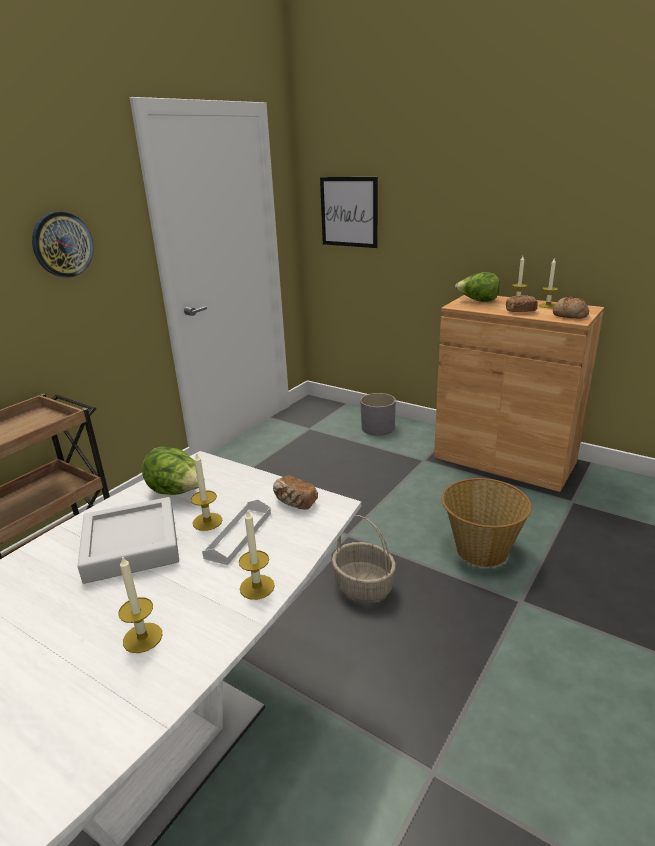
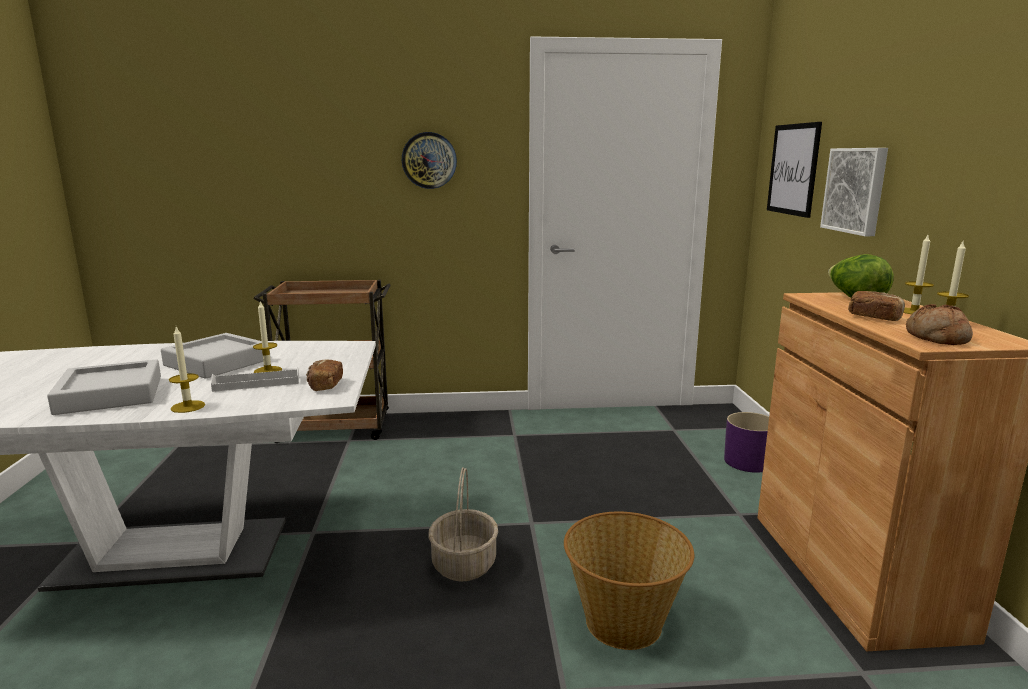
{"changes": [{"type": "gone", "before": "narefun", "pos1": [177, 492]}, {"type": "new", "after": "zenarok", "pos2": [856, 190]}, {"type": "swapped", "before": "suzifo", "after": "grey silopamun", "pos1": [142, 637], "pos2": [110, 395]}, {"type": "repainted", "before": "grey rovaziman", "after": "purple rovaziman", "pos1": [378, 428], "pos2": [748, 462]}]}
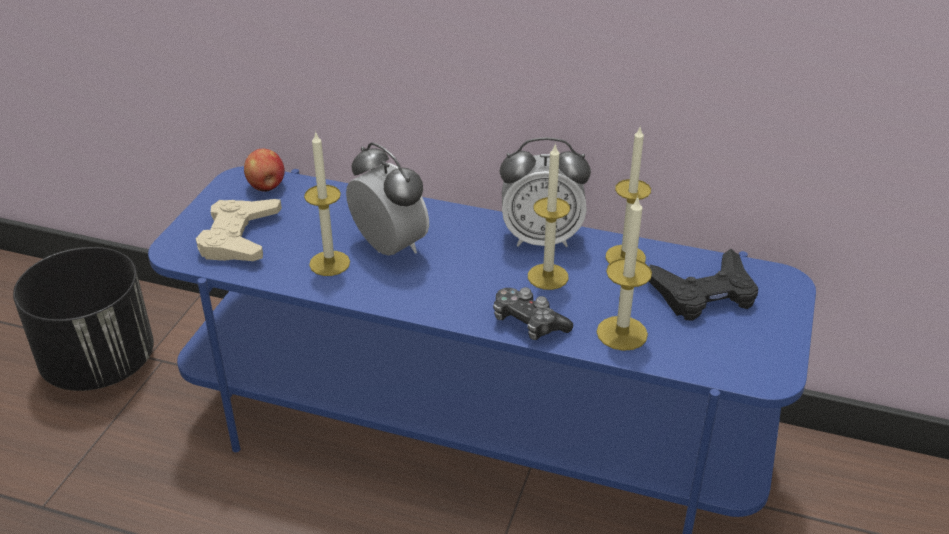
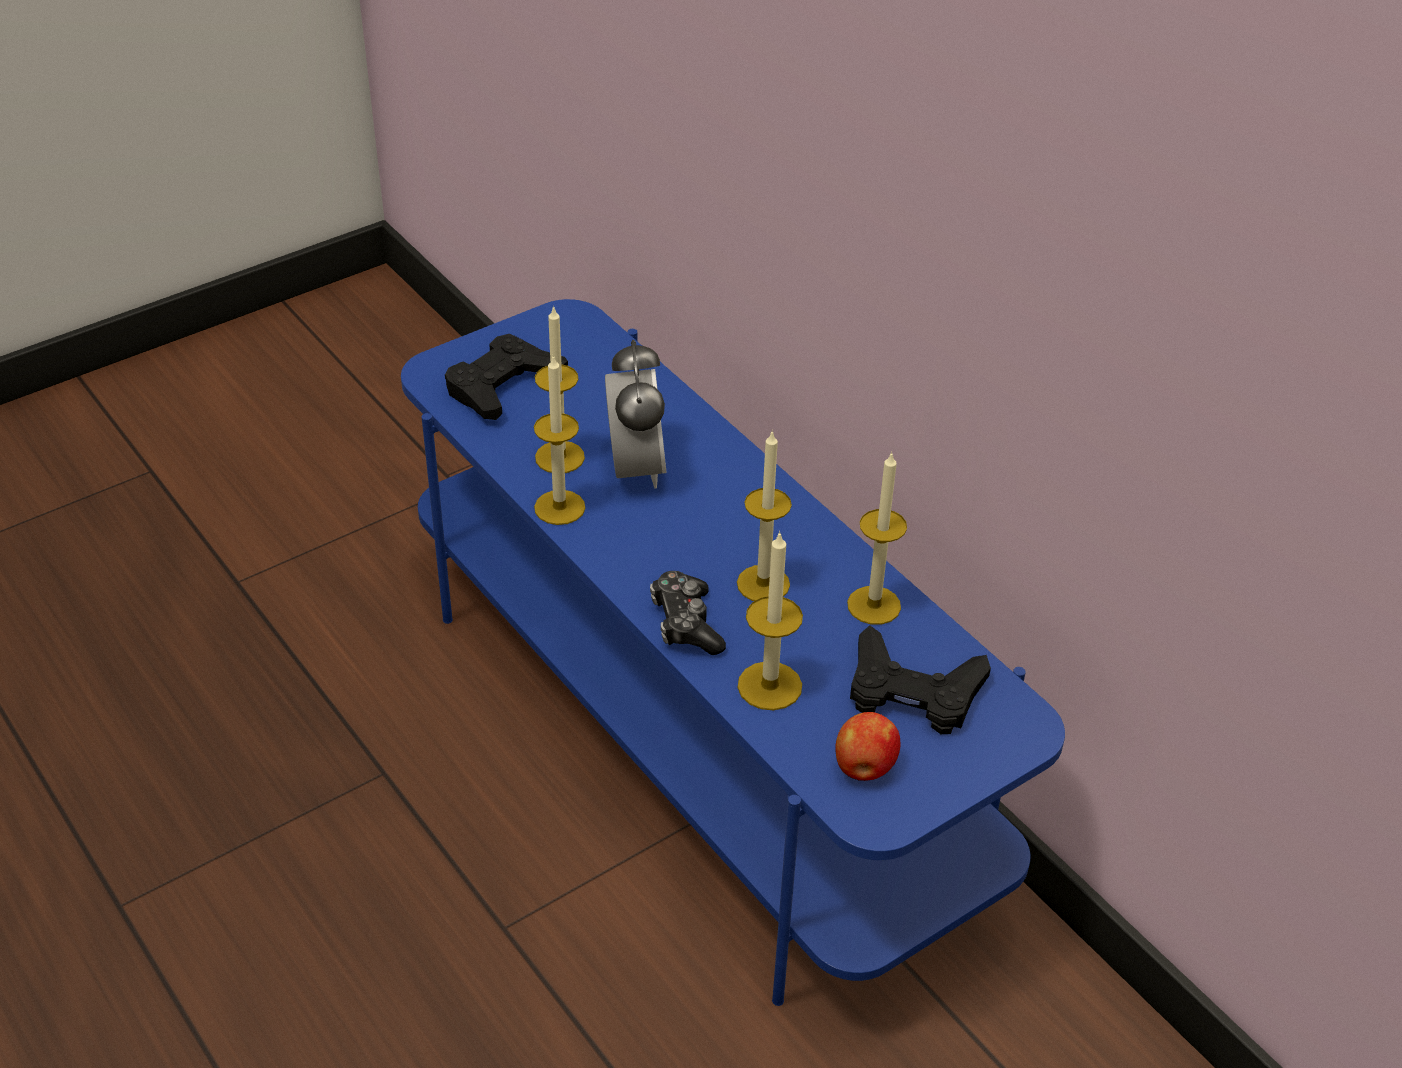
{"changes": [{"type": "gone", "before": "black rovaziman", "pos1": [100, 363]}, {"type": "gone", "before": "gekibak", "pos1": [541, 238]}, {"type": "new", "after": "suzifo", "pos2": [559, 507]}, {"type": "shifted", "before": "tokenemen", "pos1": [266, 187], "pos2": [864, 768]}, {"type": "repainted", "before": "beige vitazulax", "after": "black vitazulax", "pos1": [239, 237], "pos2": [503, 385]}]}
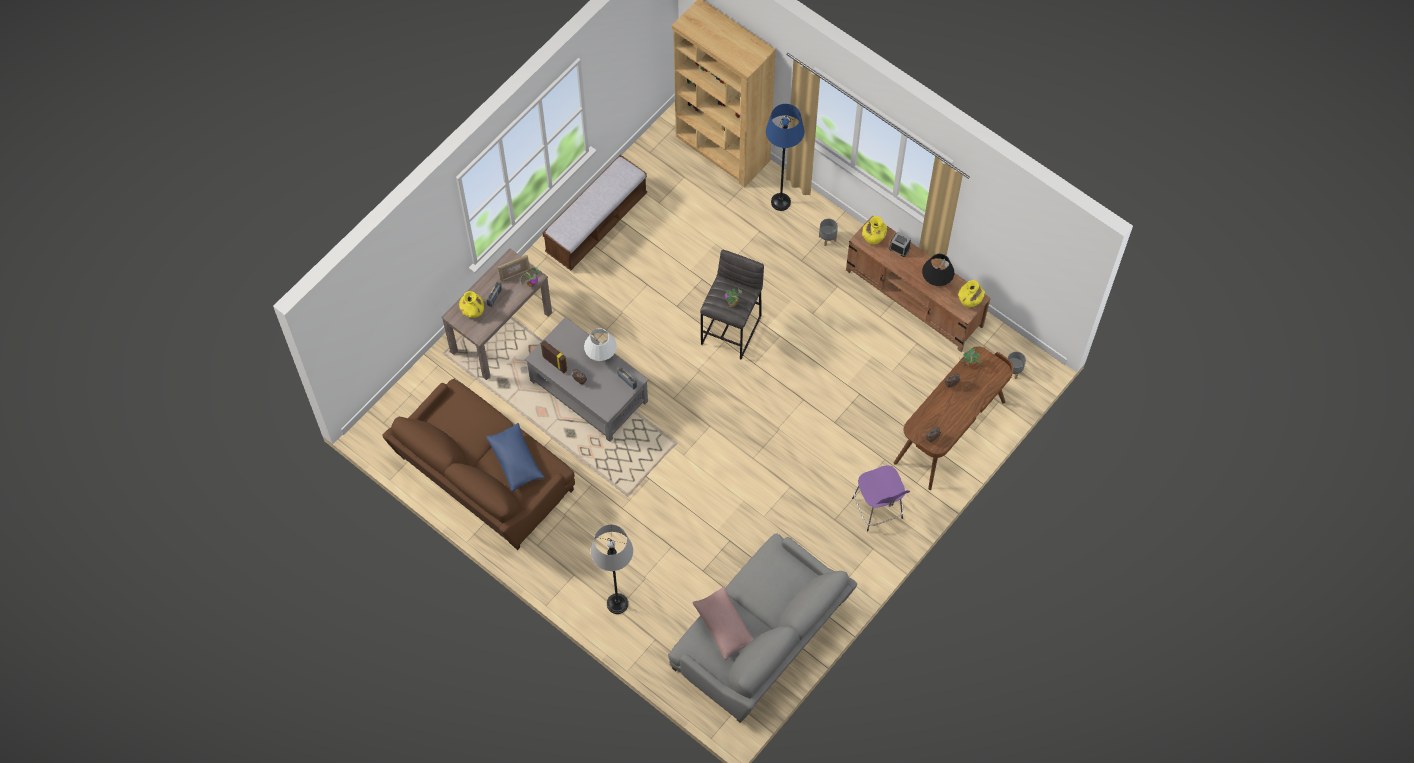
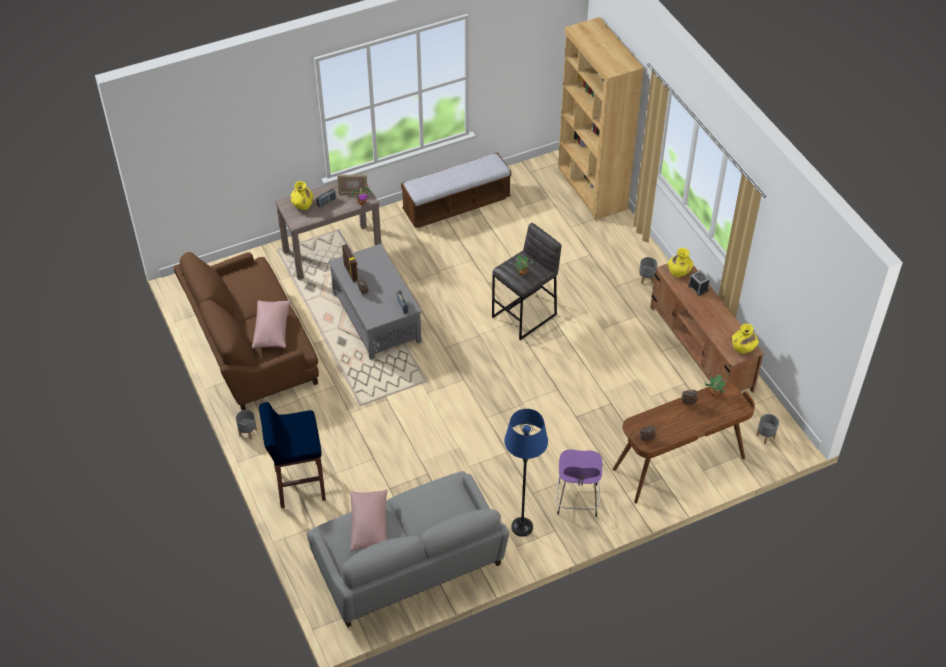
{"changes": [{"type": "gone", "before": "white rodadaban", "pos1": [601, 355]}, {"type": "gone", "before": "black rodadaban", "pos1": [936, 281]}, {"type": "new", "after": "grey rovaziman", "pos2": [247, 432]}, {"type": "shifted", "before": "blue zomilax", "pos1": [780, 202], "pos2": [522, 527]}, {"type": "swapped", "before": "grey zomilax", "after": "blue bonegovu", "pos1": [617, 604], "pos2": [299, 485]}, {"type": "repainted", "before": "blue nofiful", "after": "pink nofiful", "pos1": [516, 461], "pos2": [272, 330]}]}
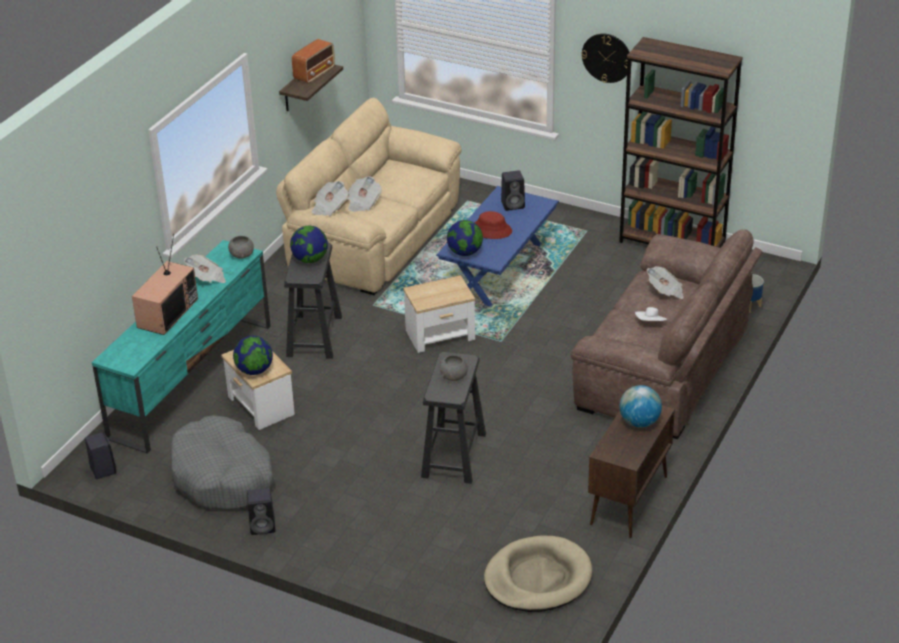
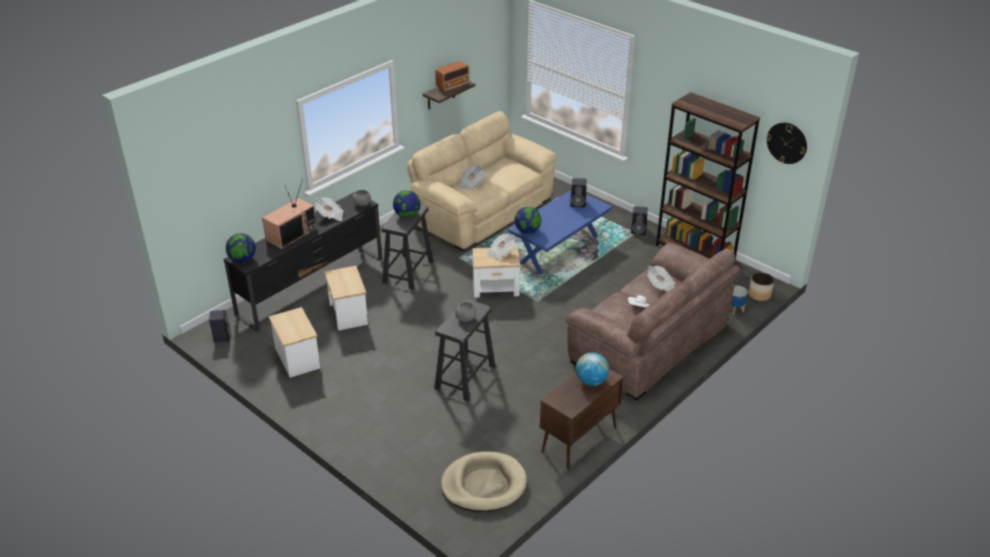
{"changes": [{"type": "gone", "before": "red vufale", "pos1": [491, 230]}, {"type": "new", "after": "rovaziman", "pos2": [759, 295]}, {"type": "shifted", "before": "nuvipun", "pos1": [254, 370], "pos2": [242, 259]}, {"type": "shifted", "before": "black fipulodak", "pos1": [263, 526], "pos2": [639, 230]}, {"type": "shifted", "before": "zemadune", "pos1": [329, 208], "pos2": [500, 253]}, {"type": "shifted", "before": "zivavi", "pos1": [607, 57], "pos2": [787, 142]}, {"type": "swapped", "before": "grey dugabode", "after": "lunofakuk", "pos1": [223, 476], "pos2": [298, 358]}, {"type": "repainted", "before": "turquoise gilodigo", "after": "black gilodigo", "pos1": [192, 380], "pos2": [312, 286]}]}
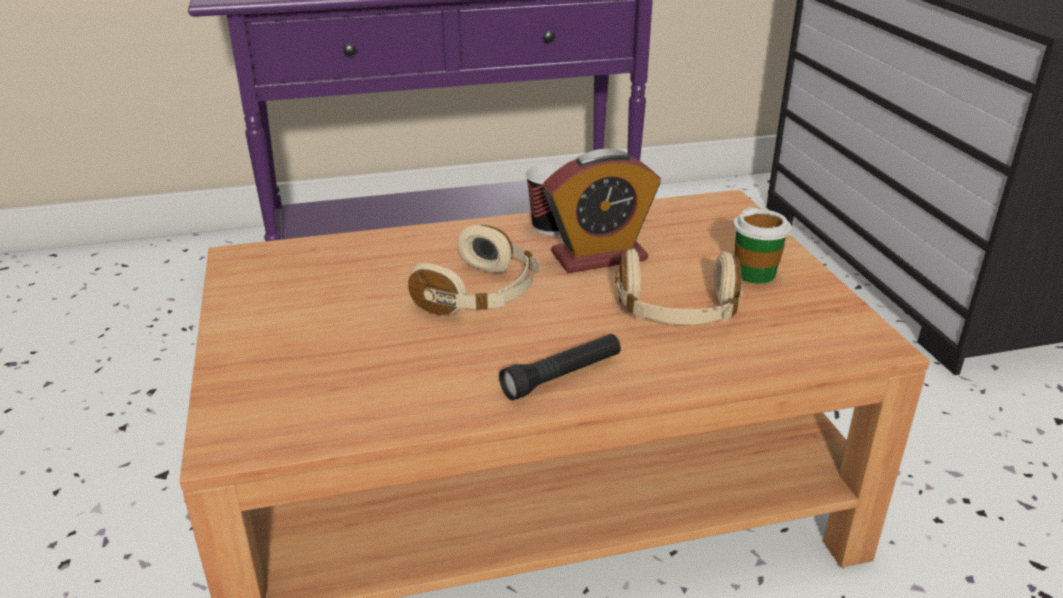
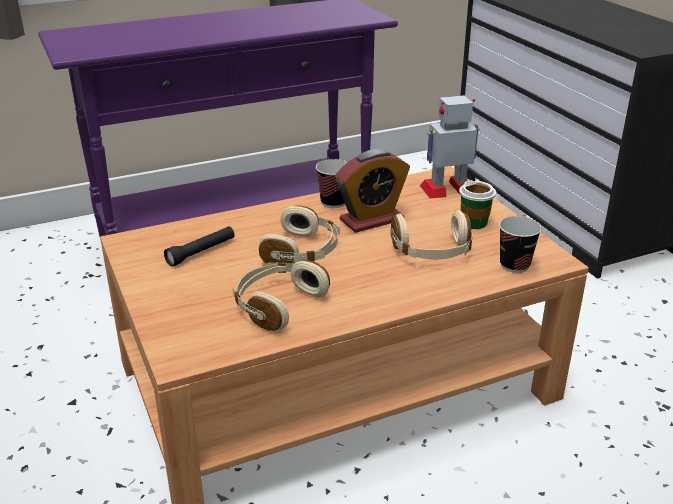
{"changes": [{"type": "new", "after": "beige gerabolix", "pos2": [277, 304]}, {"type": "new", "after": "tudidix", "pos2": [448, 189]}, {"type": "new", "after": "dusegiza", "pos2": [514, 265]}, {"type": "shifted", "before": "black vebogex", "pos1": [562, 376], "pos2": [201, 252]}]}
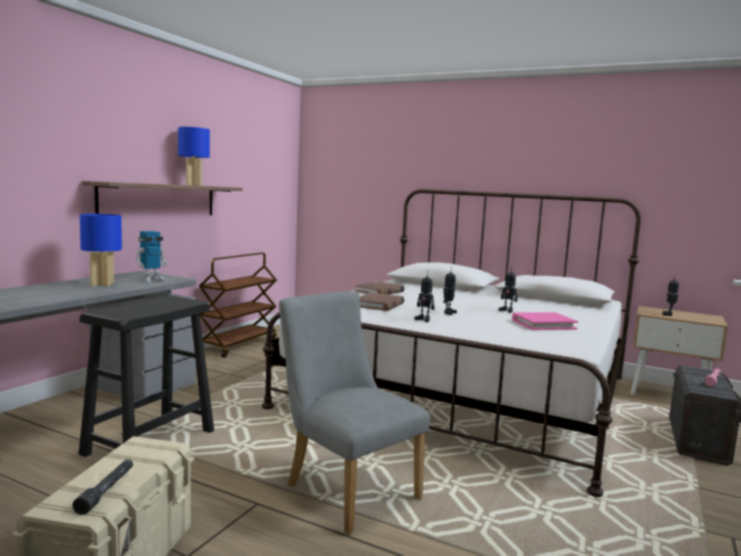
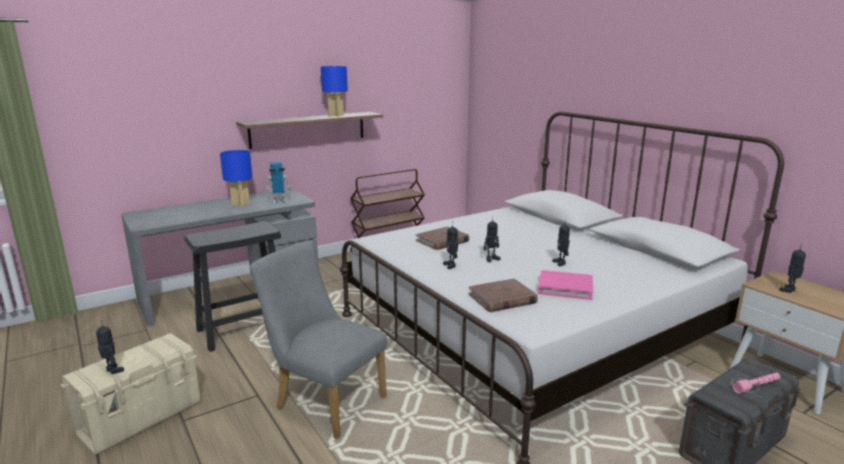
{"changes": [{"type": "shifted", "before": "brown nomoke", "pos1": [380, 291], "pos2": [502, 298]}, {"type": "swapped", "before": "grey vebogex", "after": "tudidix", "pos1": [106, 491], "pos2": [112, 371]}, {"type": "rotated", "before": "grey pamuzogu", "pos1": [345, 489], "pos2": [325, 401], "turn": -45}]}
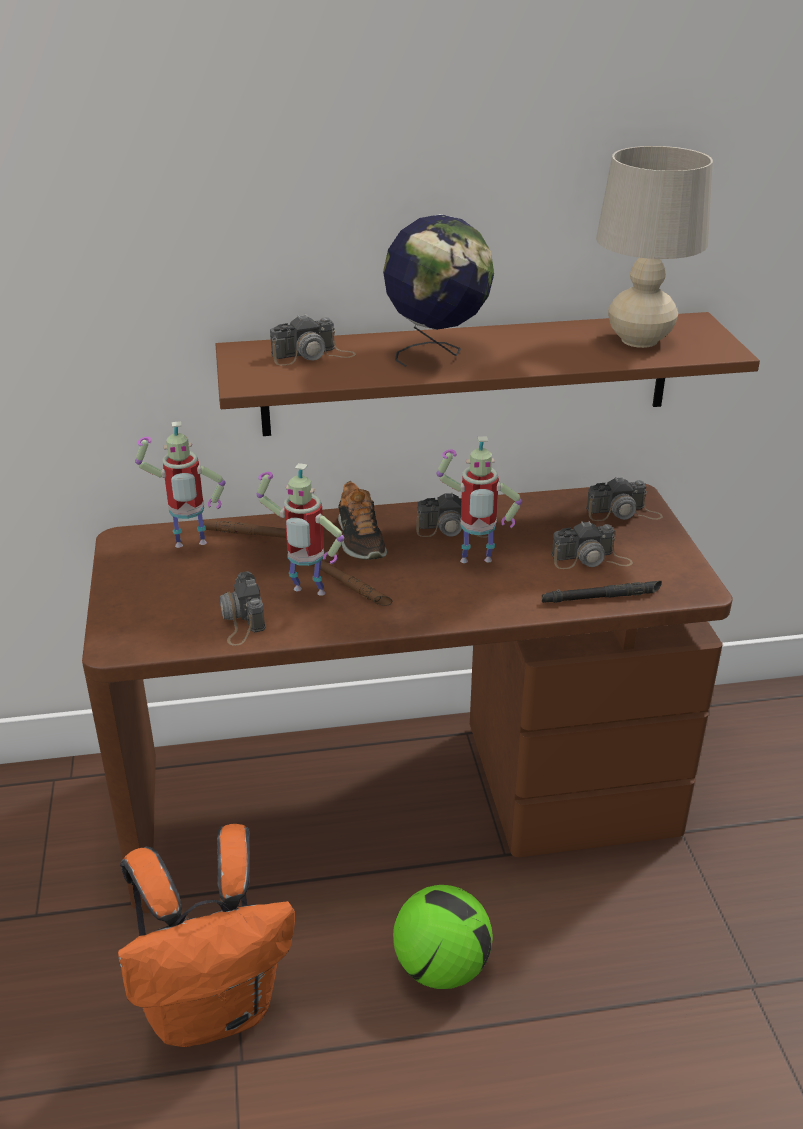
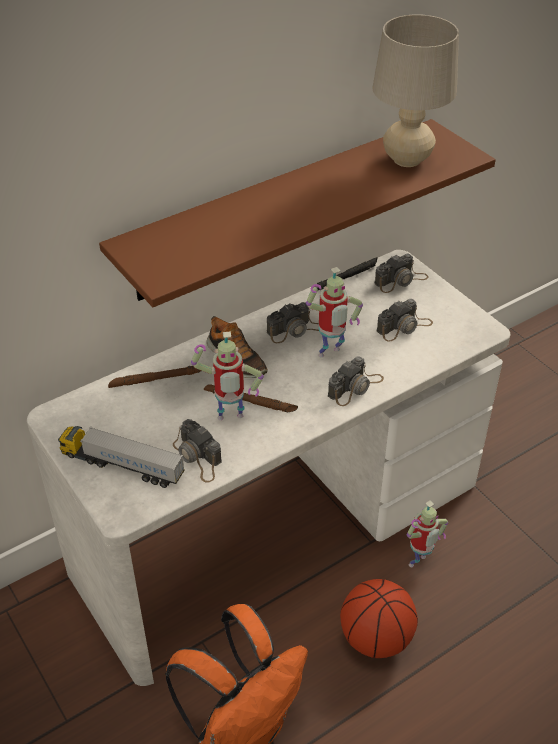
{"changes": [{"type": "gone", "before": "nuvipun", "pos1": [437, 353]}, {"type": "new", "after": "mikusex", "pos2": [122, 466]}, {"type": "shifted", "before": "tudidix", "pos1": [190, 547], "pos2": [419, 563]}, {"type": "shifted", "before": "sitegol", "pos1": [313, 355], "pos2": [355, 387]}, {"type": "shifted", "before": "black vebogex", "pos1": [601, 597], "pos2": [346, 277]}, {"type": "swapped", "before": "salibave", "after": "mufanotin", "pos1": [442, 967], "pos2": [375, 638]}, {"type": "repainted", "before": "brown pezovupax", "after": "white pezovupax", "pos1": [401, 797], "pos2": [278, 525]}]}
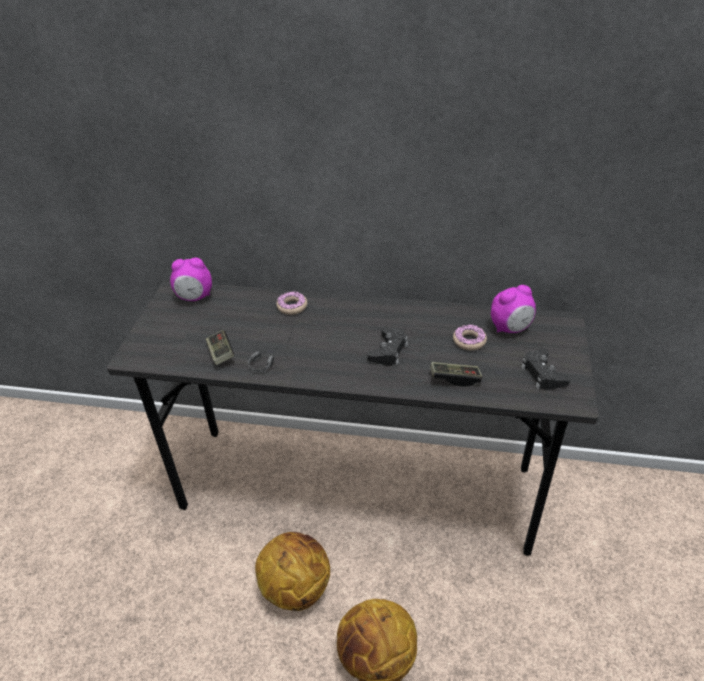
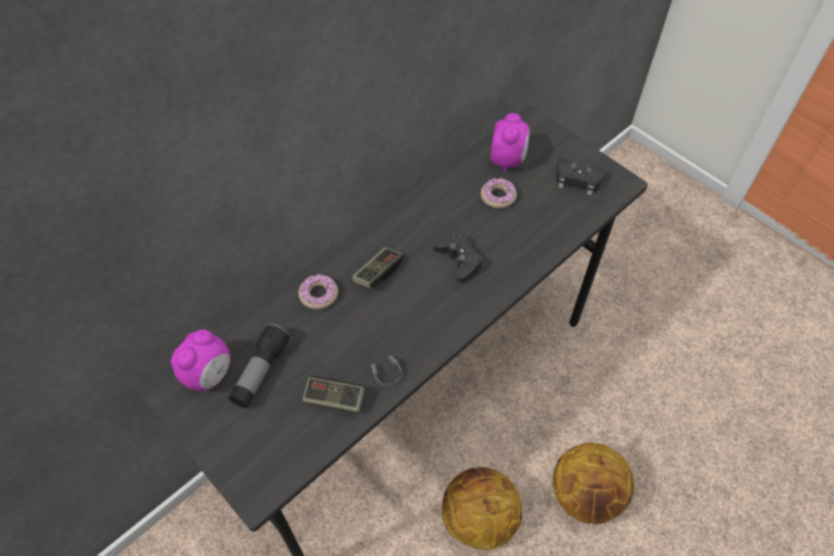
{"changes": [{"type": "new", "after": "vebogex", "pos2": [261, 372]}, {"type": "shifted", "before": "vitazulax", "pos1": [455, 378], "pos2": [378, 273]}]}
